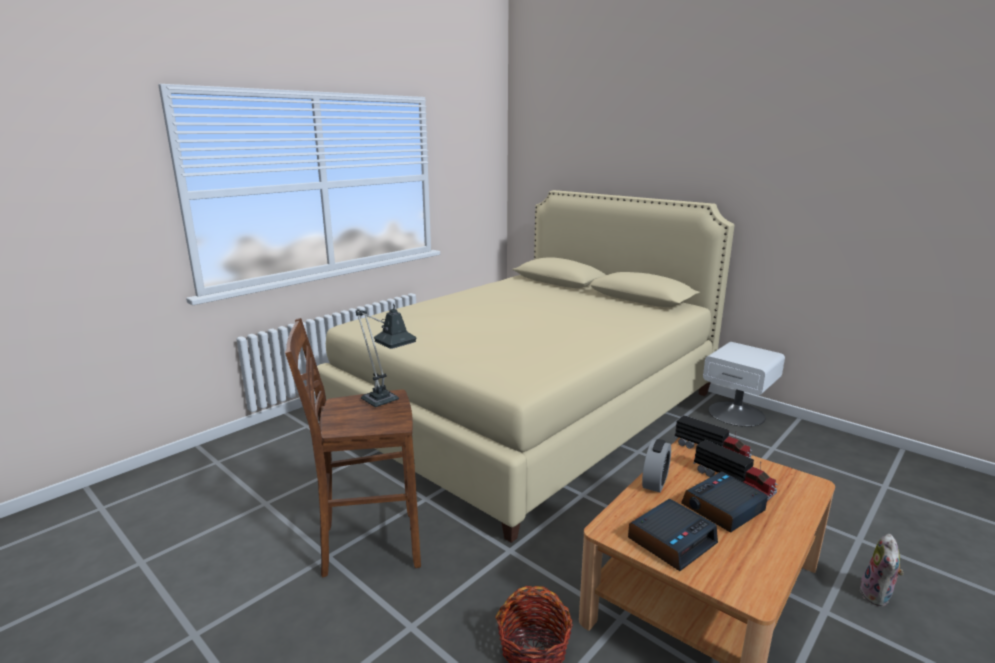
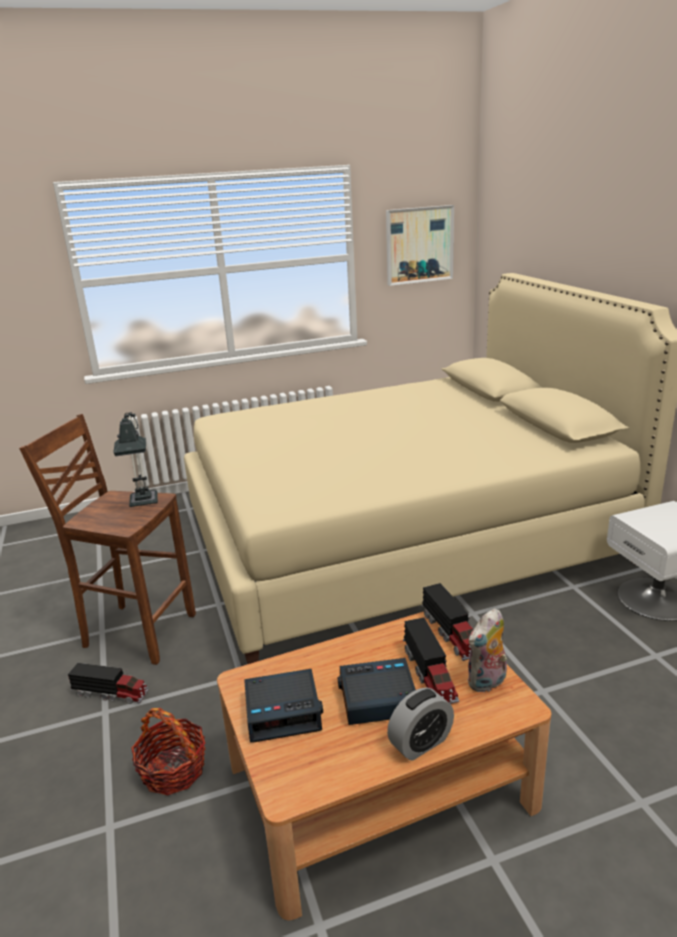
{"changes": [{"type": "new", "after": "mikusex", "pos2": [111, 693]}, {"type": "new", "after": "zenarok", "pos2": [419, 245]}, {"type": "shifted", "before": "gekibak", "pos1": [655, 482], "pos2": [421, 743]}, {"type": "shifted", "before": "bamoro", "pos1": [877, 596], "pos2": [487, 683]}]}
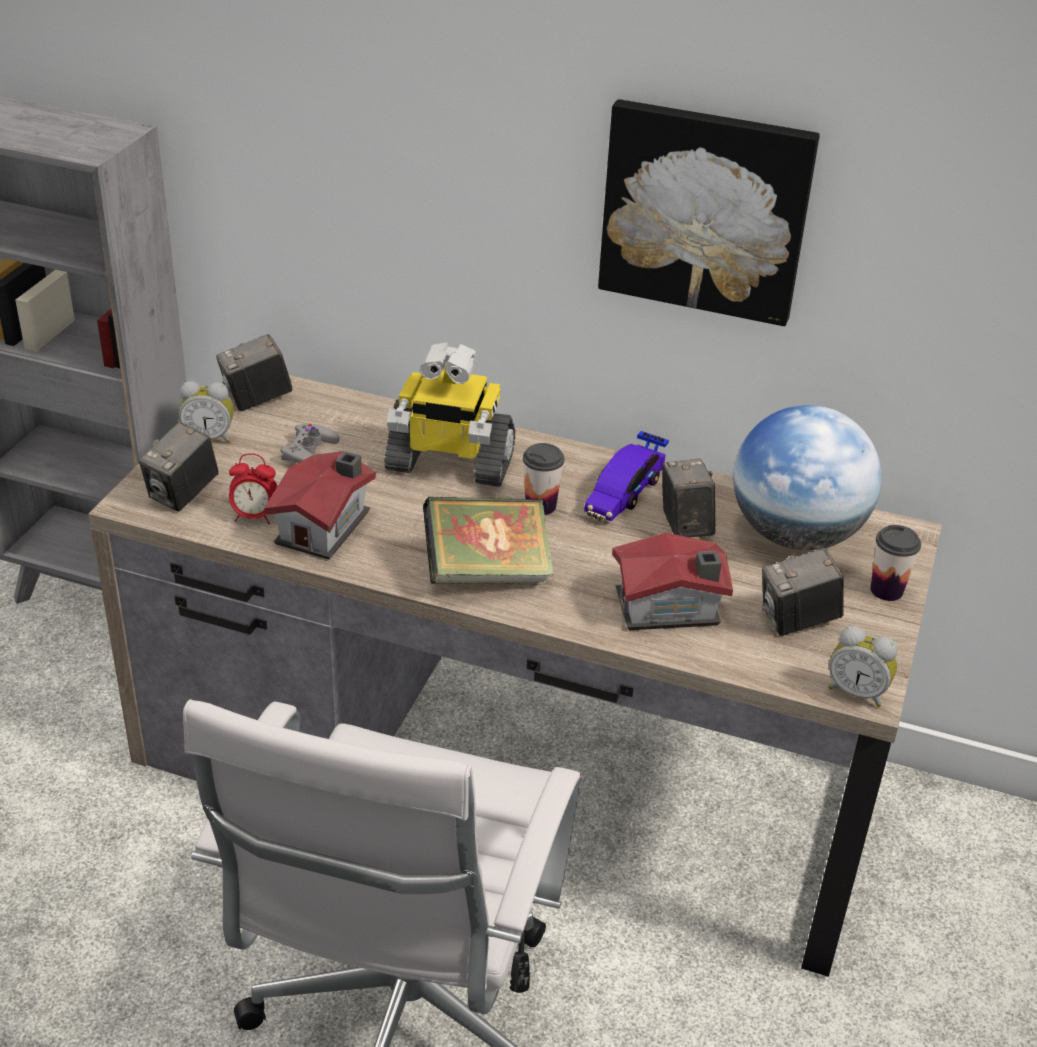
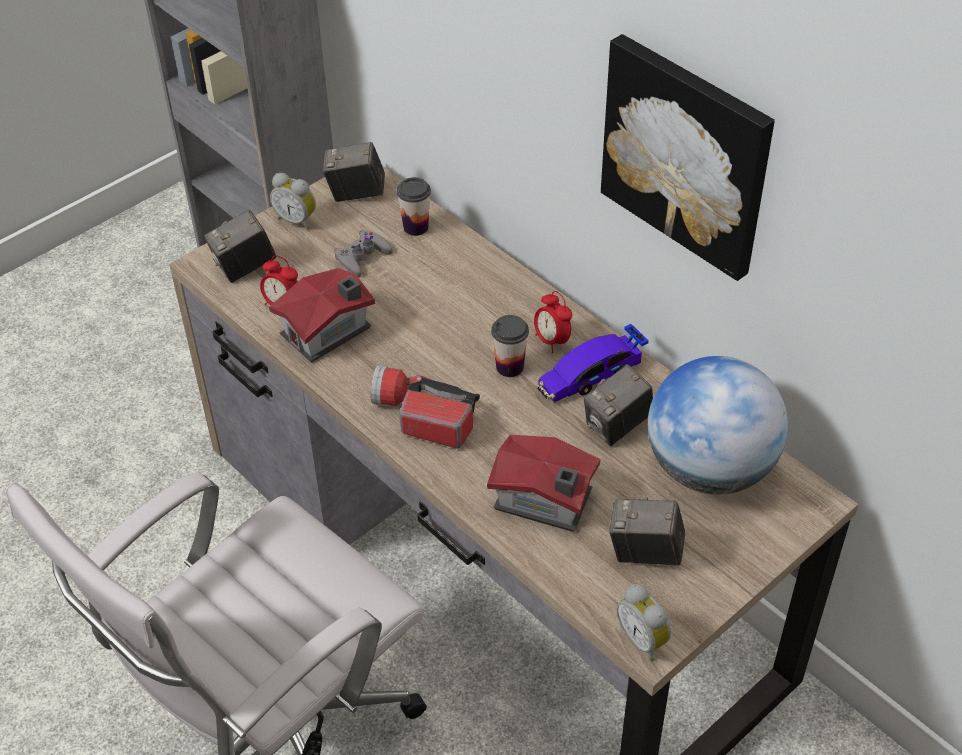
{"changes": [{"type": "gone", "before": "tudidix", "pos1": [448, 463]}, {"type": "new", "after": "gekibak", "pos2": [551, 341]}, {"type": "shifted", "before": "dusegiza", "pos1": [886, 590], "pos2": [415, 227]}, {"type": "swapped", "before": "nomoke", "after": "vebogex", "pos1": [487, 573], "pos2": [421, 416]}, {"type": "rotated", "before": "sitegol", "pos1": [684, 526], "pos2": [617, 426], "turn": -150}]}
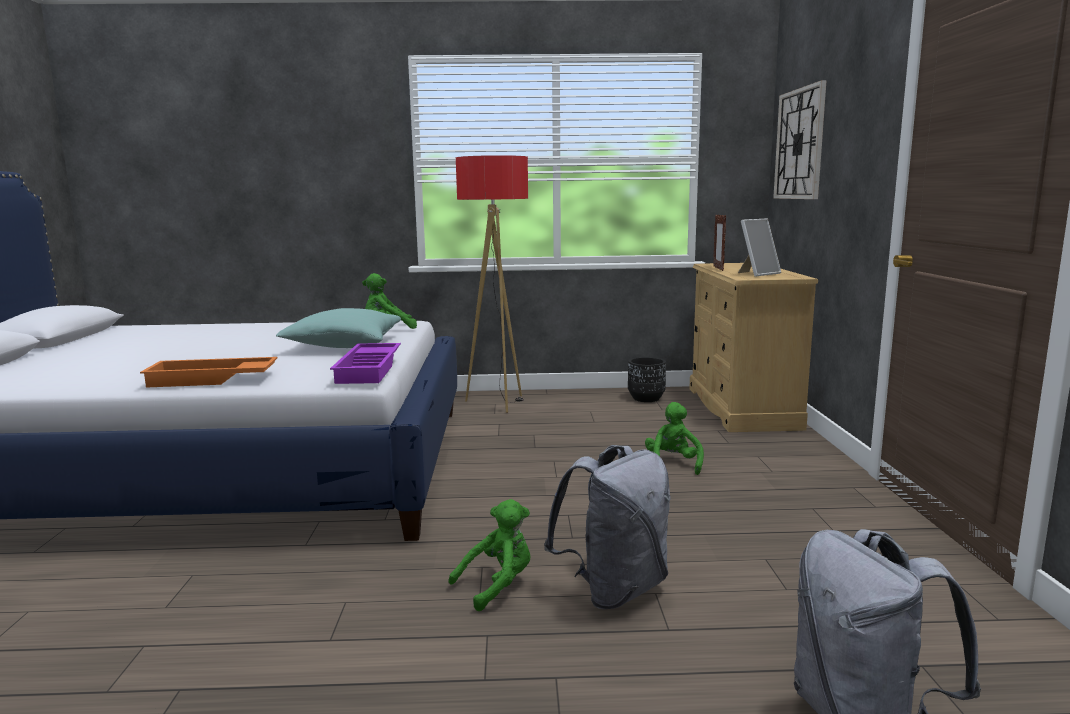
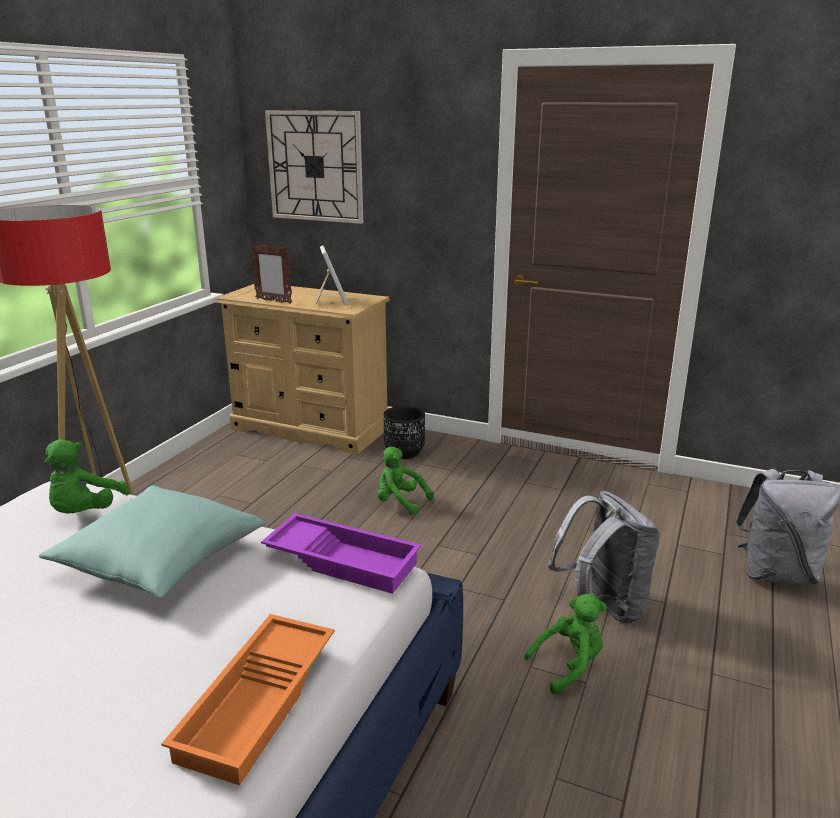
{"changes": [{"type": "shifted", "before": "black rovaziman", "pos1": [646, 398], "pos2": [404, 452]}, {"type": "rotated", "before": "green bamoro", "pos1": [497, 585], "pos2": [569, 665], "turn": 75}]}
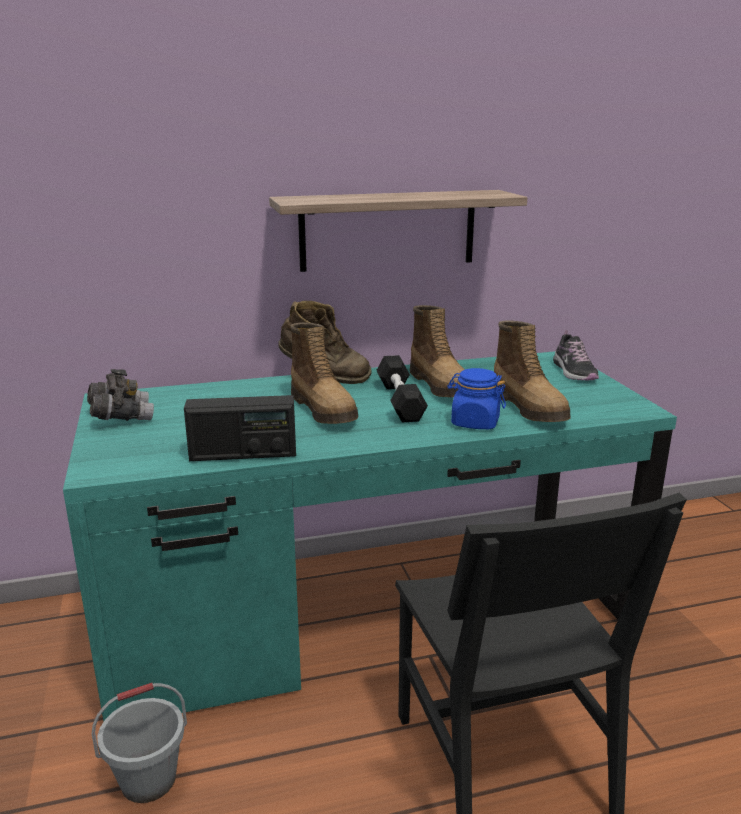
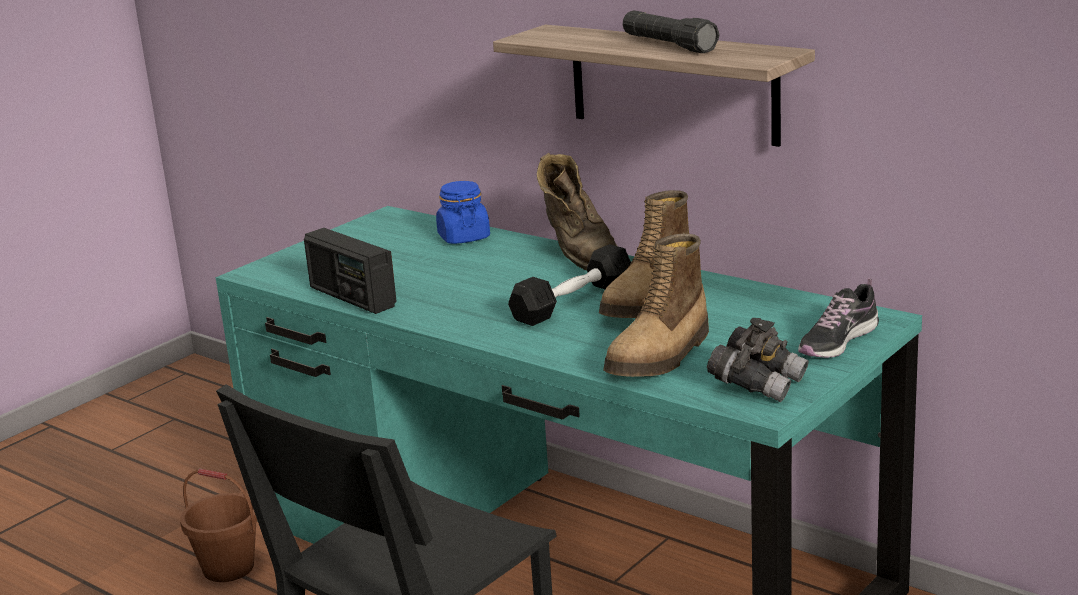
{"changes": [{"type": "gone", "before": "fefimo", "pos1": [324, 410]}, {"type": "new", "after": "black vebogex", "pos2": [668, 45]}, {"type": "shifted", "before": "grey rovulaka", "pos1": [121, 417], "pos2": [757, 384]}, {"type": "shifted", "before": "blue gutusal", "pos1": [475, 422], "pos2": [463, 237]}, {"type": "repainted", "before": "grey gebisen", "after": "brown gebisen", "pos1": [148, 780], "pos2": [228, 568]}]}
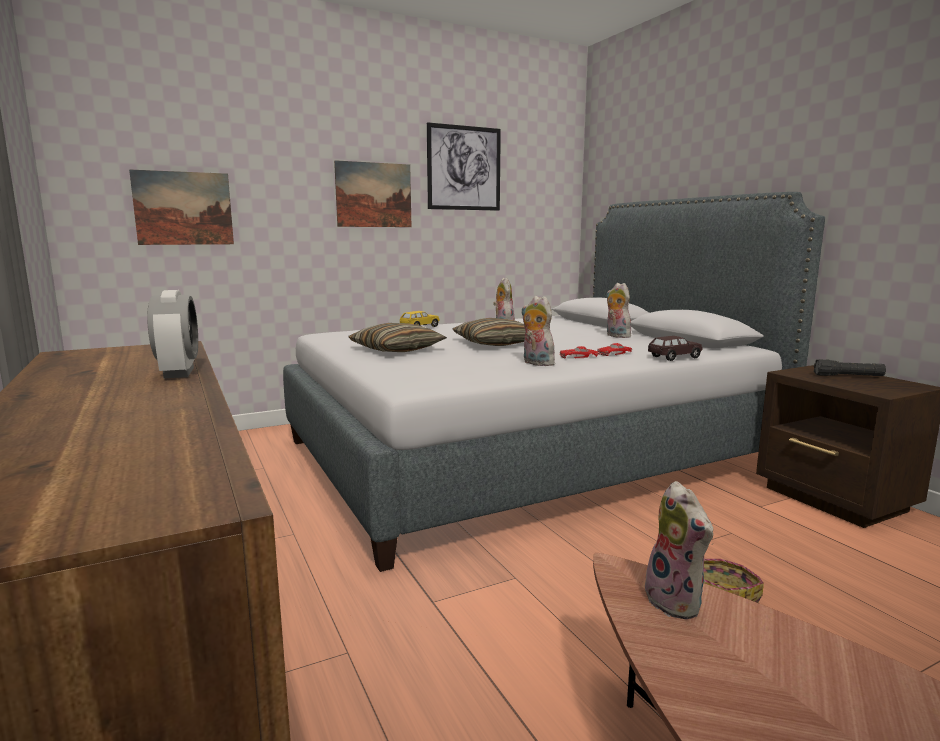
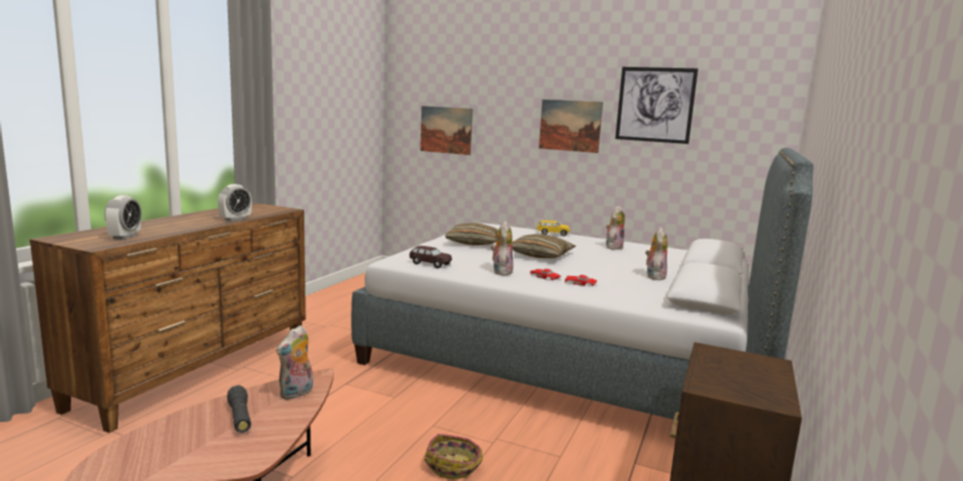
{"changes": [{"type": "new", "after": "gekibak", "pos2": [125, 237]}, {"type": "shifted", "before": "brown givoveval", "pos1": [674, 357], "pos2": [430, 264]}, {"type": "shifted", "before": "black vebogex", "pos1": [848, 376], "pos2": [240, 417]}]}
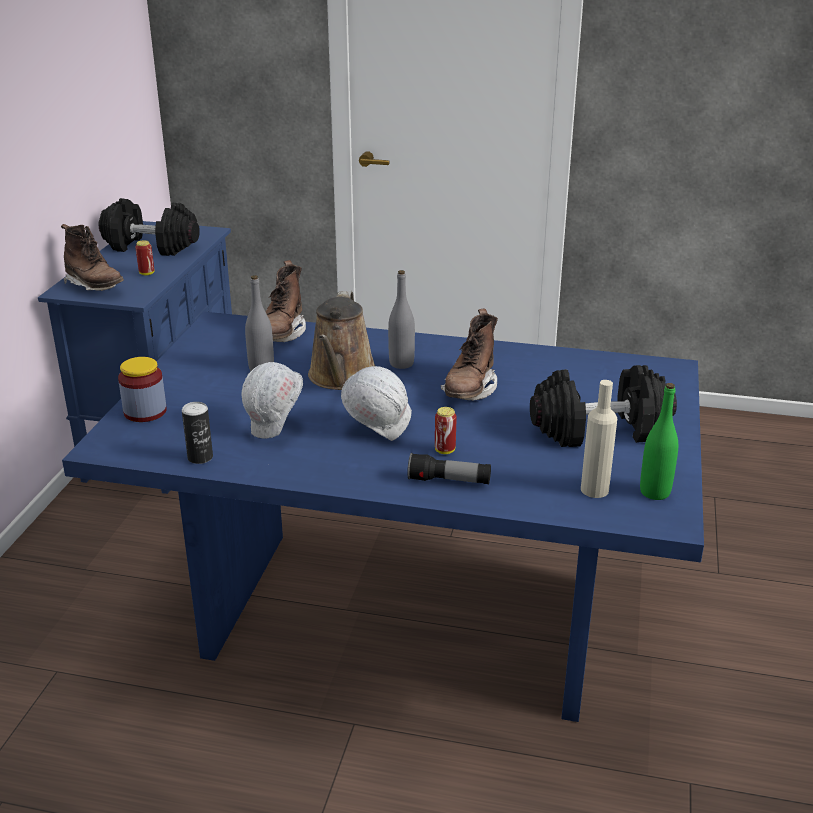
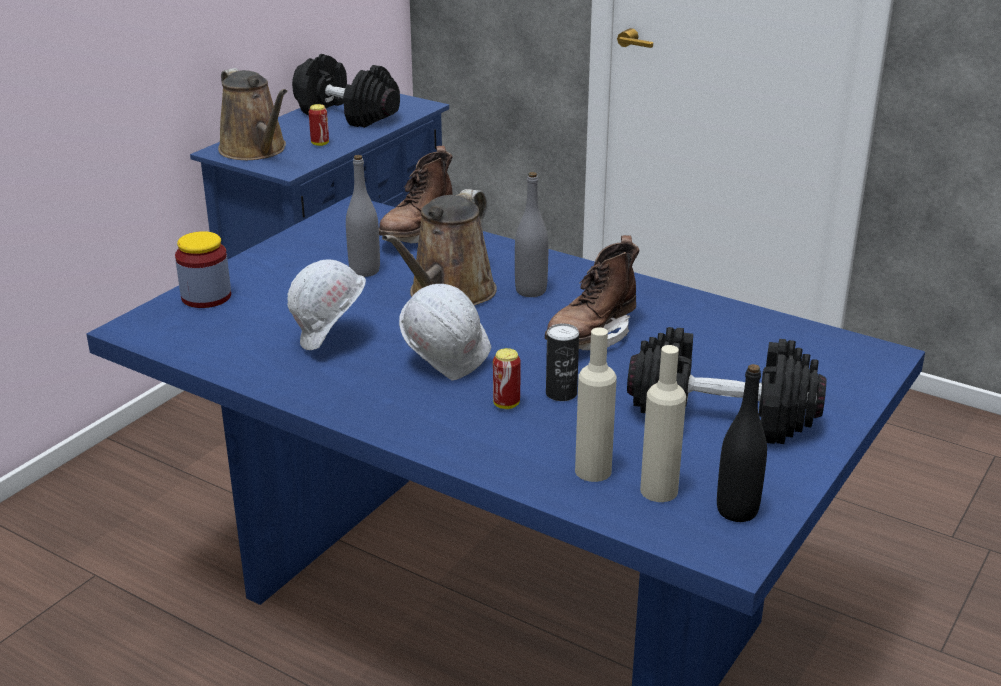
{"changes": [{"type": "gone", "before": "vebogex", "pos1": [449, 481]}, {"type": "new", "after": "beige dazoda", "pos2": [593, 471]}, {"type": "shifted", "before": "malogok", "pos1": [200, 457], "pos2": [561, 393]}, {"type": "swapped", "before": "brown fefimo", "after": "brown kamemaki", "pos1": [95, 286], "pos2": [256, 150]}, {"type": "repainted", "before": "green dazoda", "after": "black dazoda", "pos1": [655, 492], "pos2": [737, 510]}]}
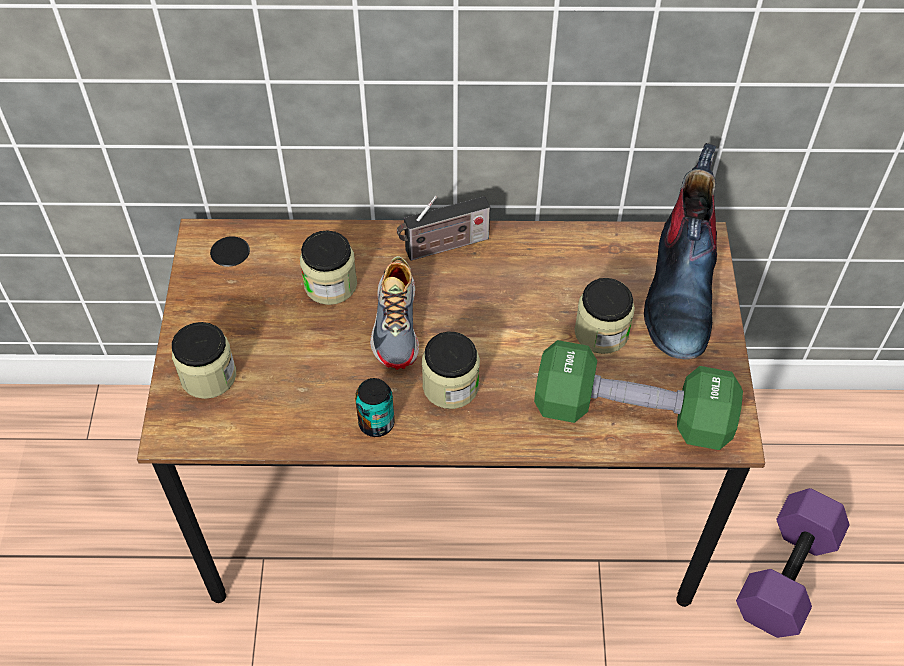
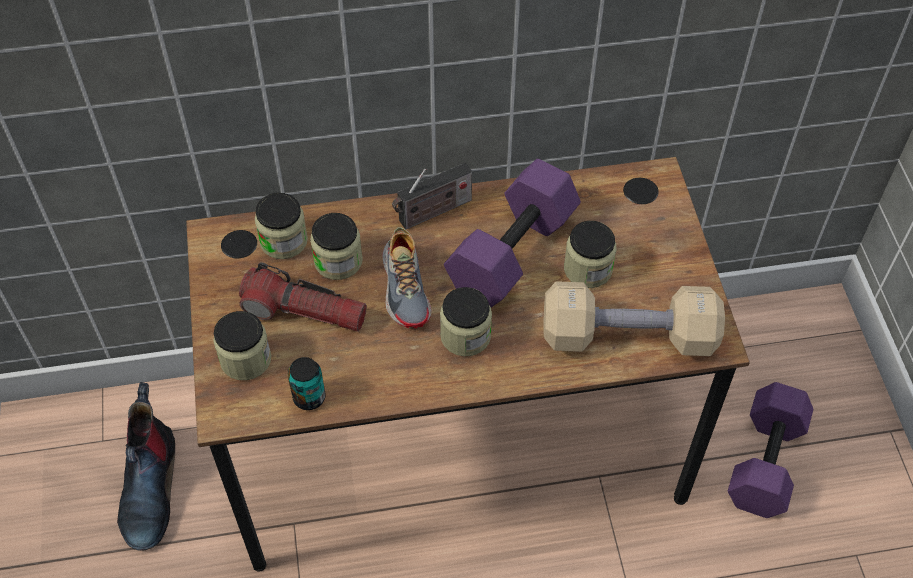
{"changes": [{"type": "new", "after": "vebogex", "pos2": [304, 311]}, {"type": "new", "after": "gutusal", "pos2": [284, 241]}, {"type": "new", "after": "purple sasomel", "pos2": [511, 250]}, {"type": "shifted", "before": "malogok", "pos1": [376, 423], "pos2": [309, 397]}, {"type": "shifted", "before": "fefimo", "pos1": [680, 290], "pos2": [149, 487]}, {"type": "repainted", "before": "green sasomel", "after": "beige sasomel", "pos1": [632, 413], "pos2": [628, 336]}]}
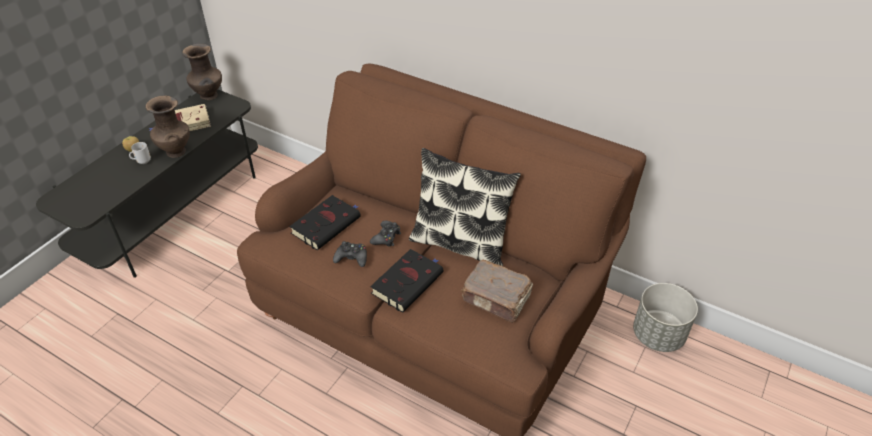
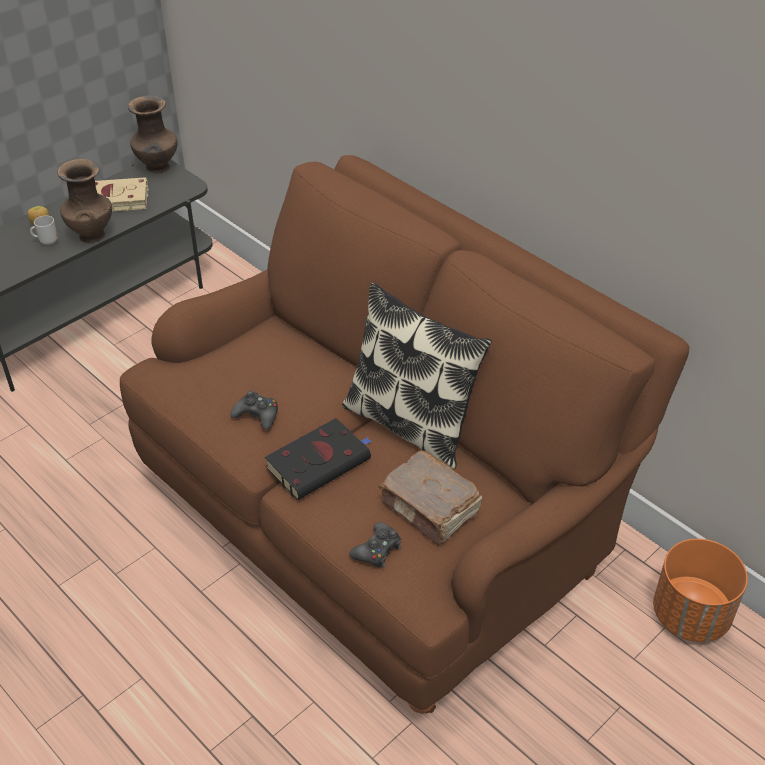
{"changes": [{"type": "gone", "before": "black nomoke", "pos1": [327, 224]}, {"type": "shifted", "before": "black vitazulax", "pos1": [386, 237], "pos2": [377, 550]}, {"type": "repainted", "before": "grey rovaziman", "after": "orange rovaziman", "pos1": [658, 335], "pos2": [691, 615]}]}
